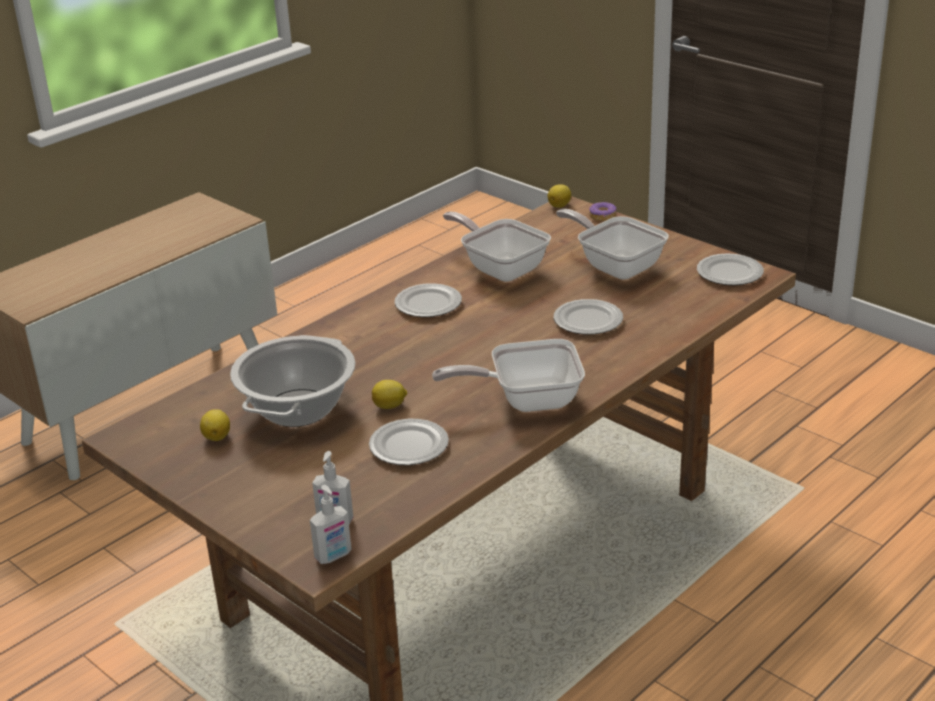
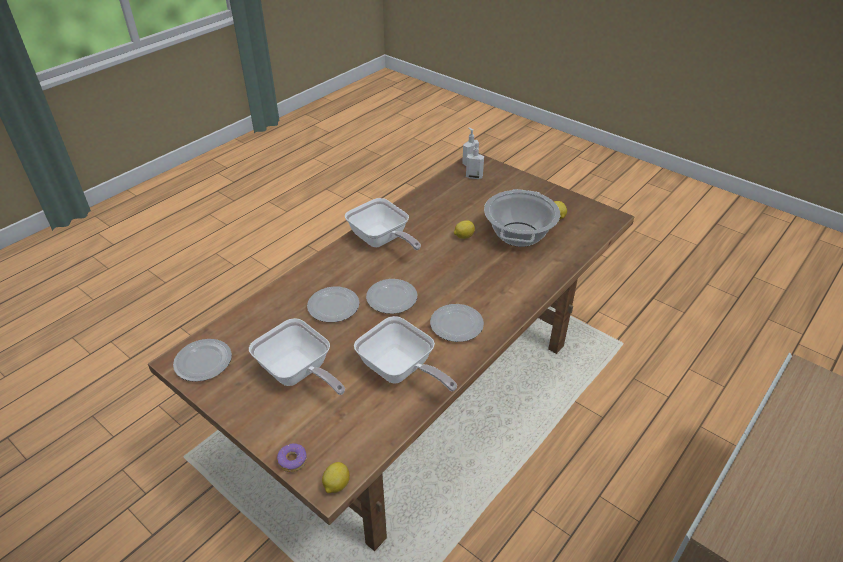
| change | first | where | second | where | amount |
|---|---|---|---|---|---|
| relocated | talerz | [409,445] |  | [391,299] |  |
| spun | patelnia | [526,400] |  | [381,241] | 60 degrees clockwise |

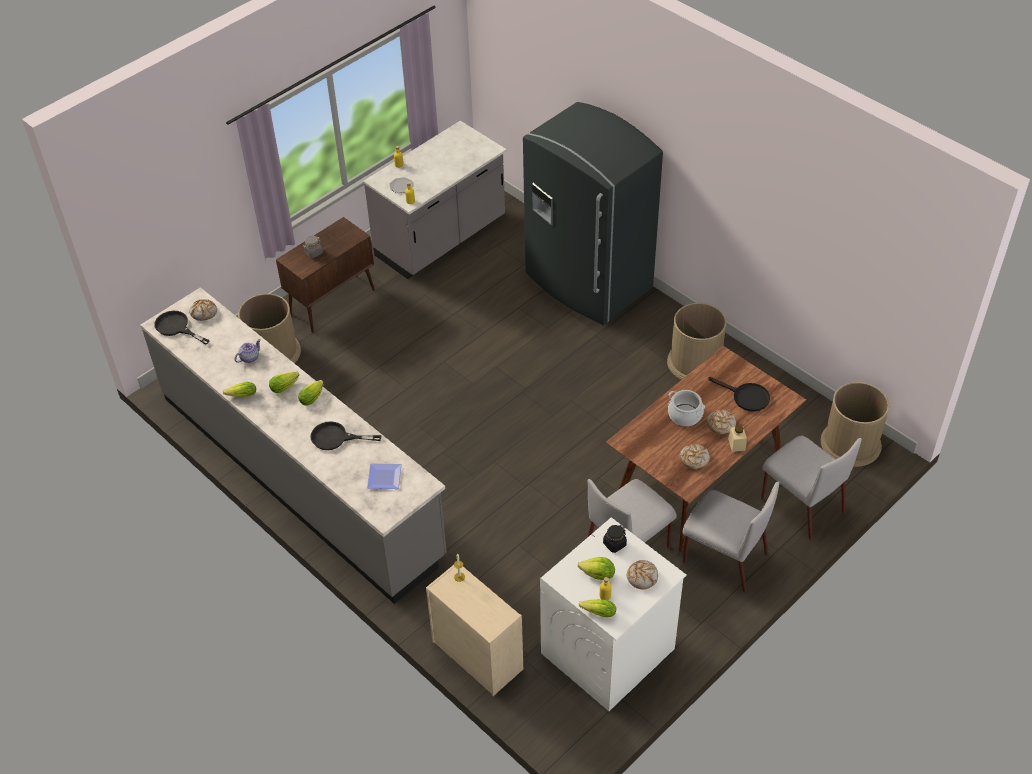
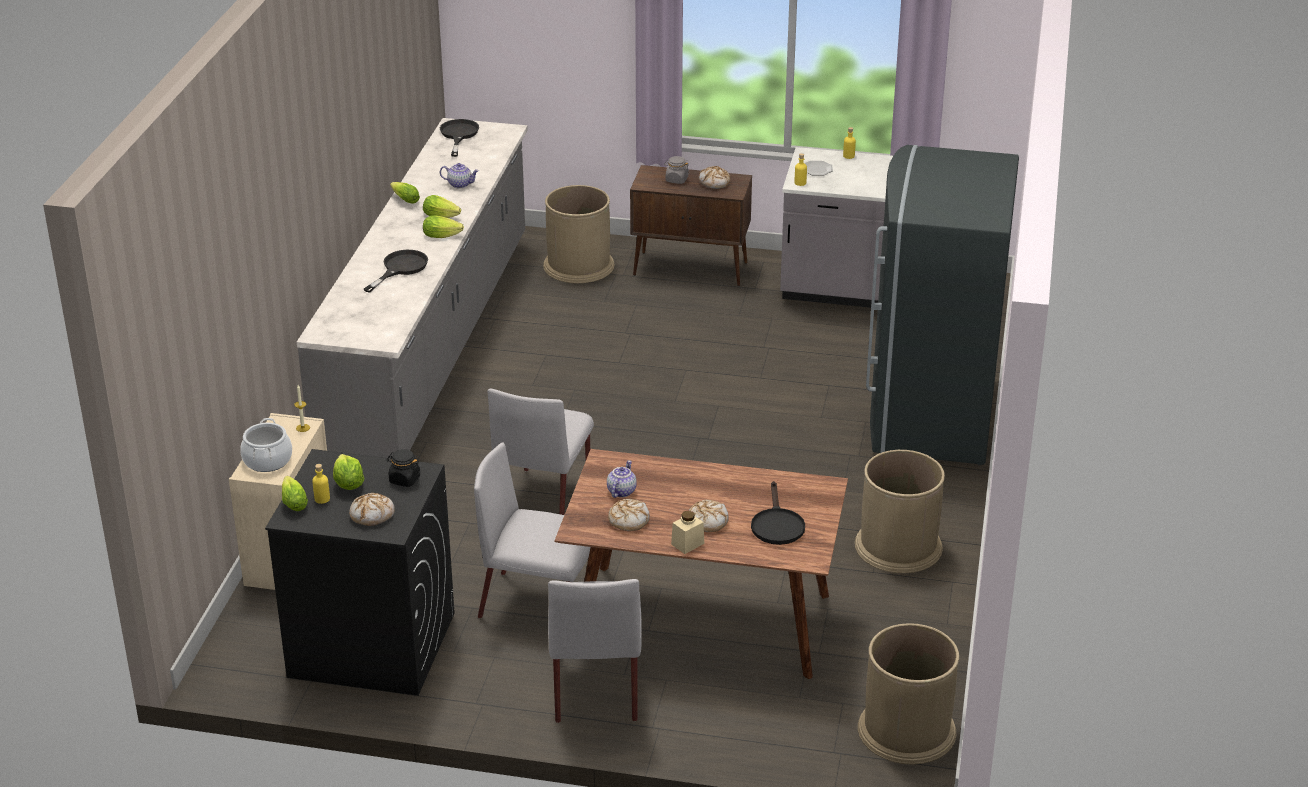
| change | first | where | second | where | amount |
|---|---|---|---|---|---|
| missing | talerz | [385,476] |  |  |  |
| appeared |  |  | imbryk | [621,491] |  |
| relocated | chleb | [204,312] |  | [714,182] |  |
| relocated | garnek | [685,415] |  | [268,460] |  |
| relocated | krzesło/szary | [801,504] |  | [543,499] |  |
| colour | pralka/biały | [607,652] | pralka/czarny | [371,644] |  |
| spun | patelnia/czarny | [336,438] |  | [400,268] | 60 degrees clockwise |

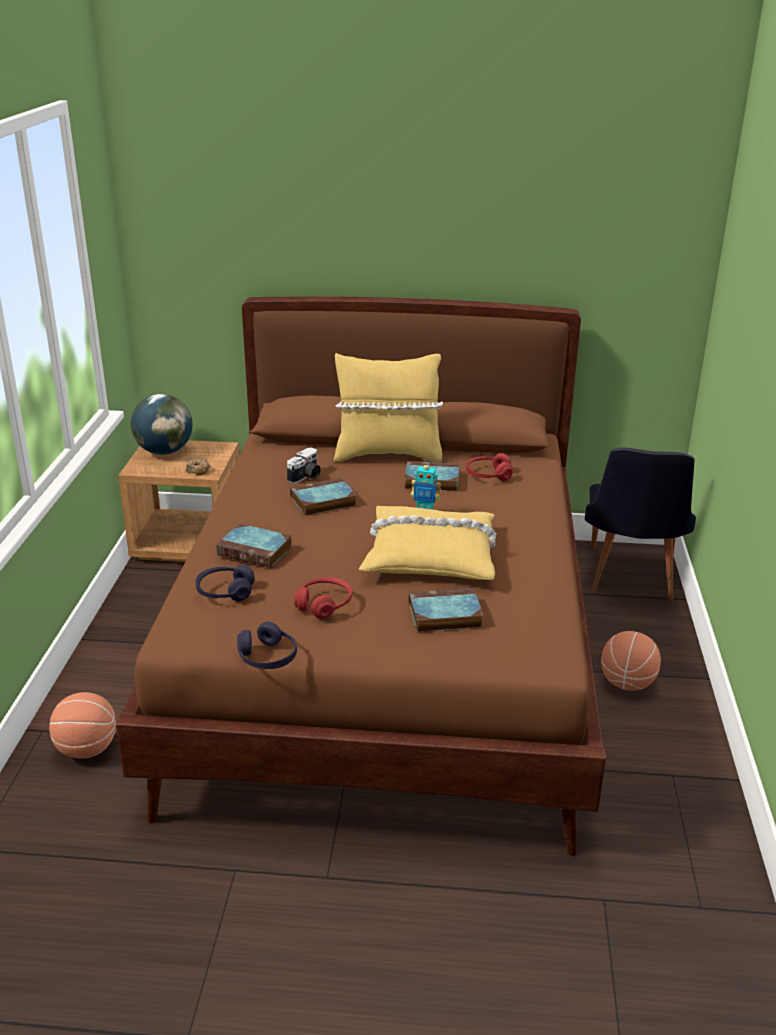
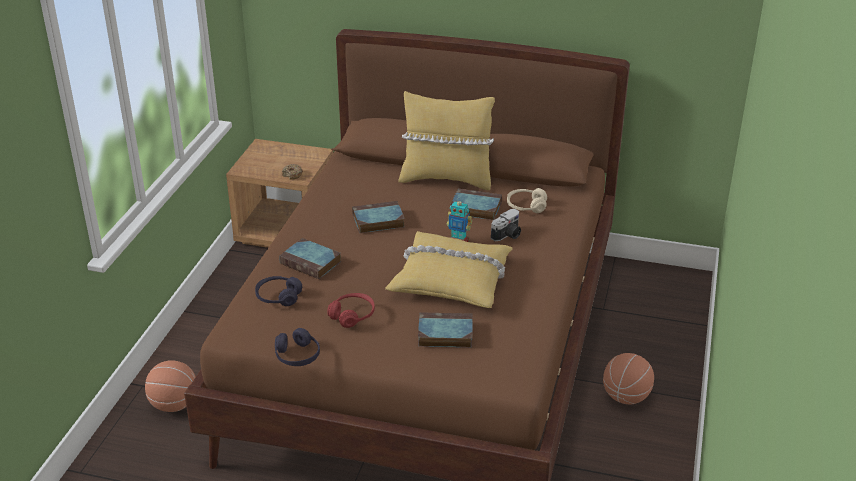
| change | first | where | second | where | amount |
|---|---|---|---|---|---|
| missing | globus | [164,451] |  |  |  |
| missing | krzesło/czarny | [629,579] |  |  |  |
| relocated | aparat fotograficzny | [306,477] |  | [508,235] |  |
| colour | słuchawki/czerwony | [488,475] | słuchawki/beżowy | [526,206] |  |

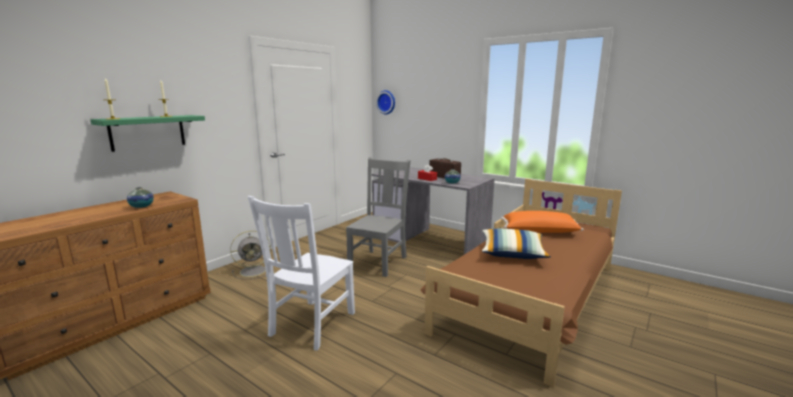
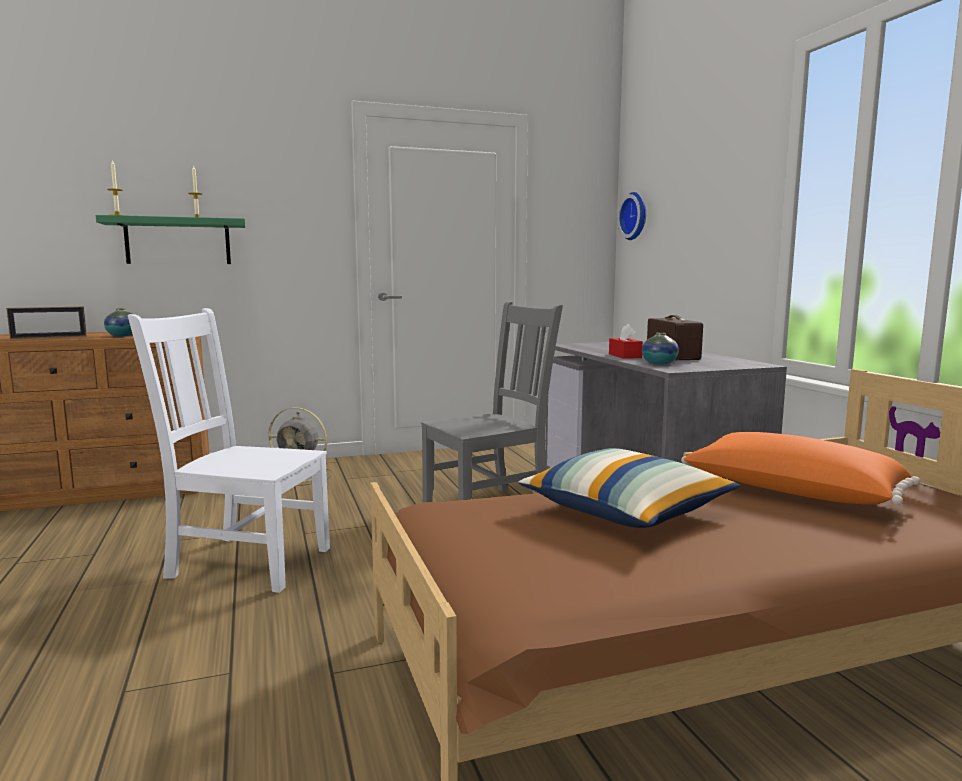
| change | first | where | second | where | amount |
|---|---|---|---|---|---|
| appeared |  |  | ramka na zdjęcie | [49,337] |  |
| spun | krzesło/biały | [311,325] |  | [245,561] | 45 degrees clockwise |

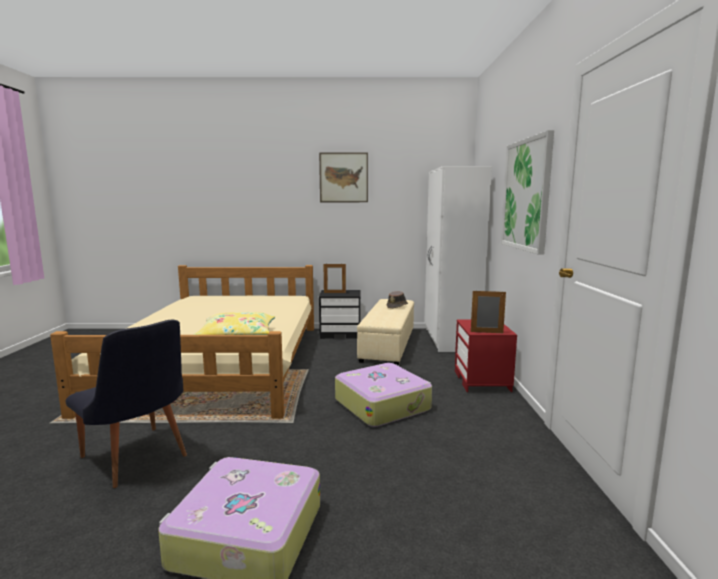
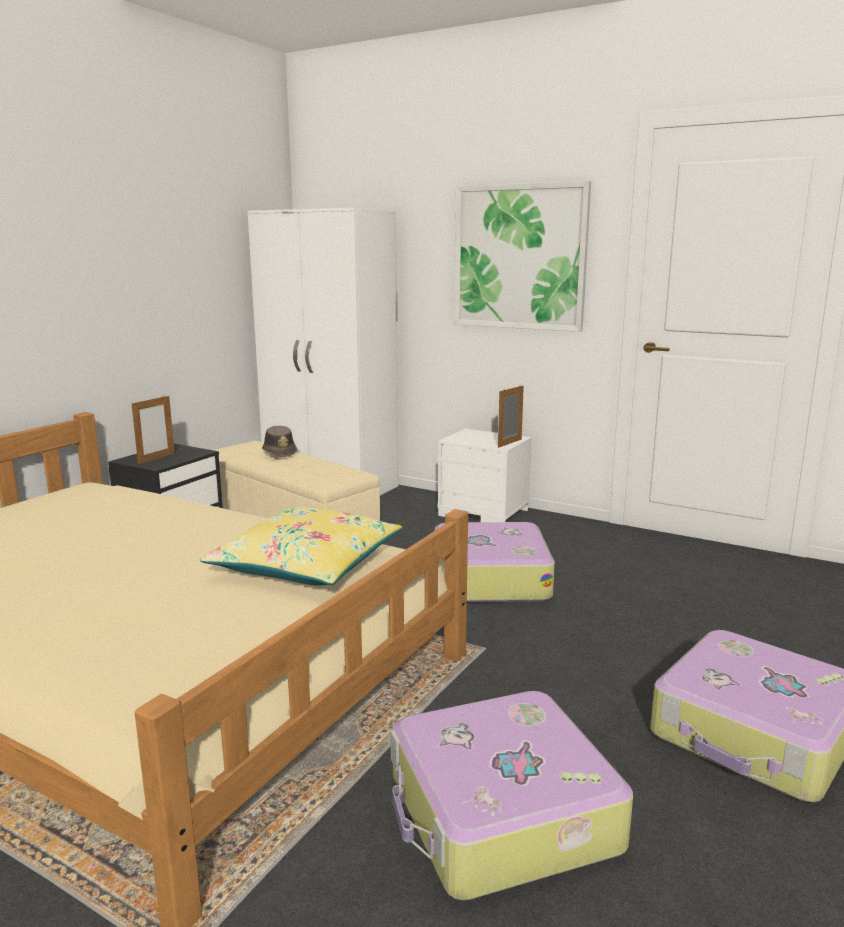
| change | first | where | second | where | amount |
|---|---|---|---|---|---|
| missing | obraz | [343,177] |  |  |  |
| exchanged | krzesło/czarny | [138,460] | walizka | [501,814] |  |
| colour | szafka nocna/czerwony | [483,381] | szafka nocna/biały | [485,512] |  |

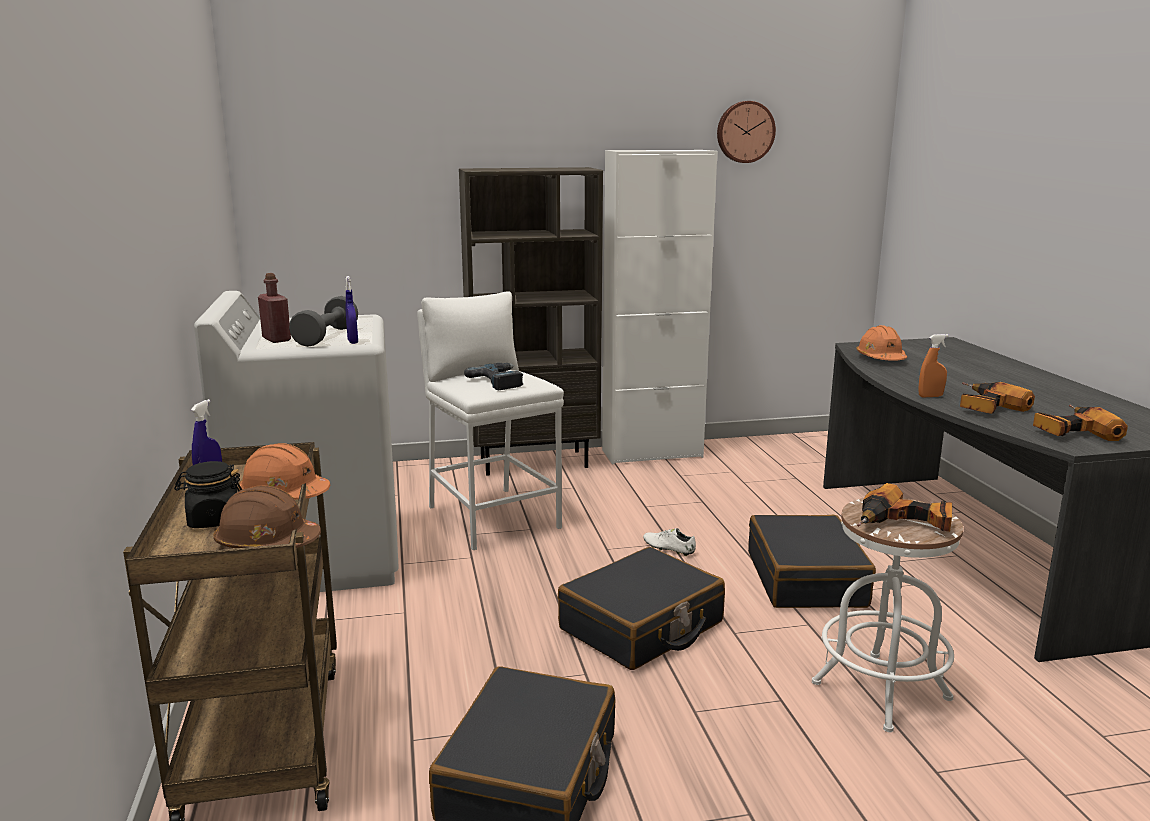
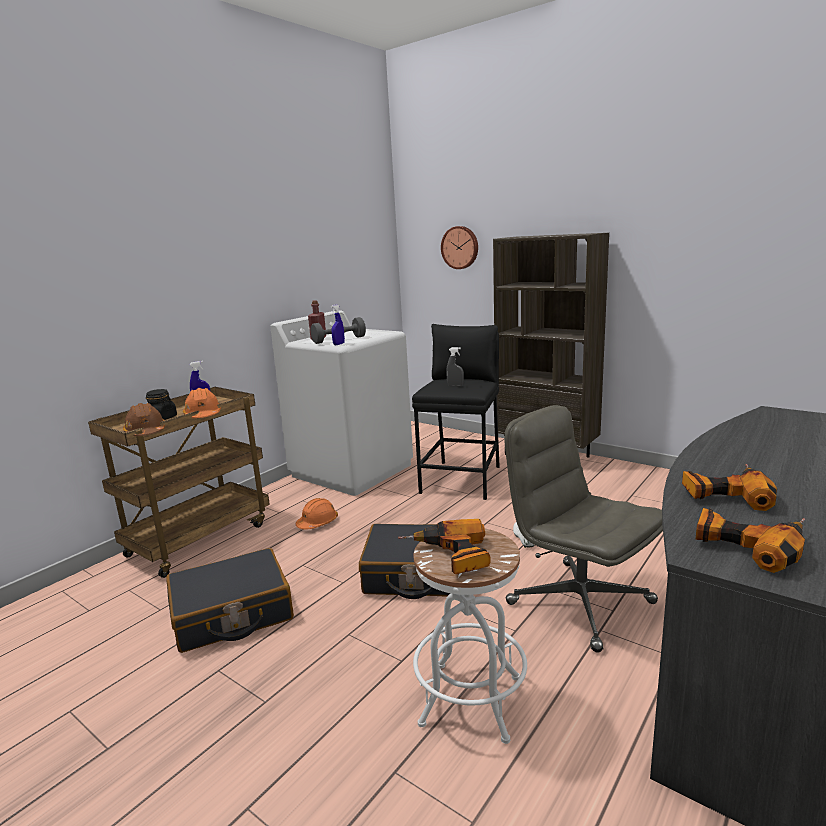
| change | first | where | second | where | amount |
|---|---|---|---|---|---|
| missing | szafka/biały | [652,453] |  |  |  |
| missing | spryskiwacz/pomarańczowy | [930,396] |  |  |  |
| relocated | zegar ścienny | [745,132] |  | [460,247] |  |
| relocated | kask/pomarańczowy | [880,358] |  | [318,523] |  |
| exchanged | wiertarka | [500,381] | spryskiwacz/szary | [455,386] |  |
| exchanged | walizka/czarny | [806,579] | krzesło biurowe/szary | [578,602] |  |
| colour | stołek/biały | [492,517] | stołek/czarny | [462,479] |  |

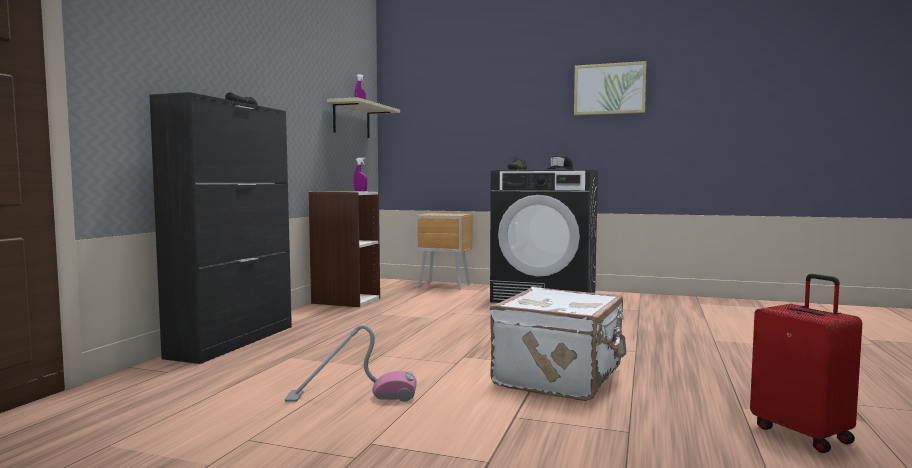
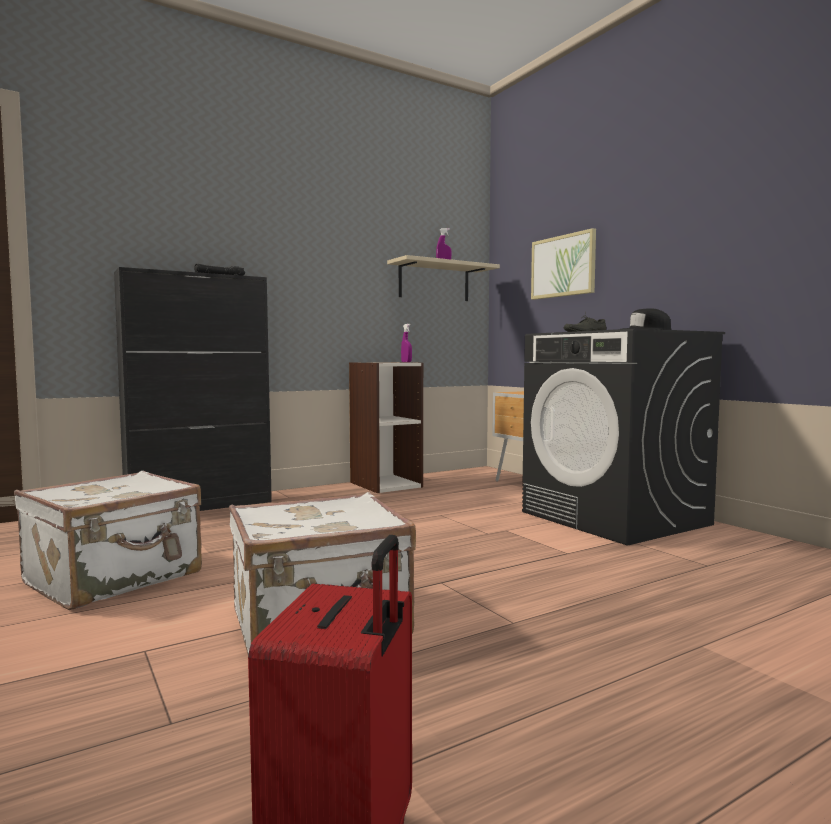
| change | first | where | second | where | amount |
|---|---|---|---|---|---|
| relocated | obraz | [609,89] |  | [563,266] |  |
| exchanged | odkurzacz | [352,396] | walizka/biały | [116,579] |  |

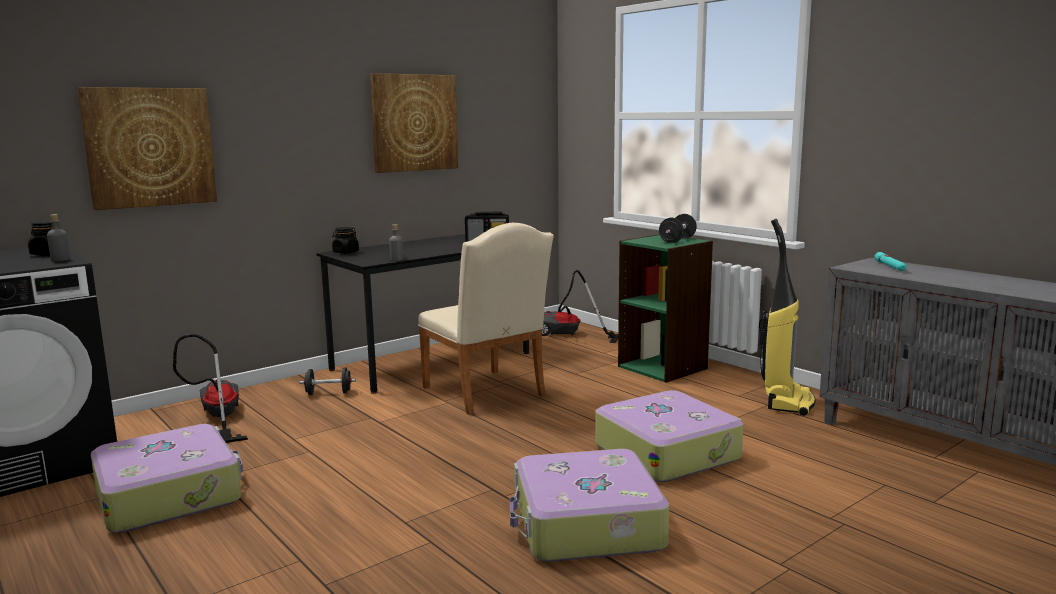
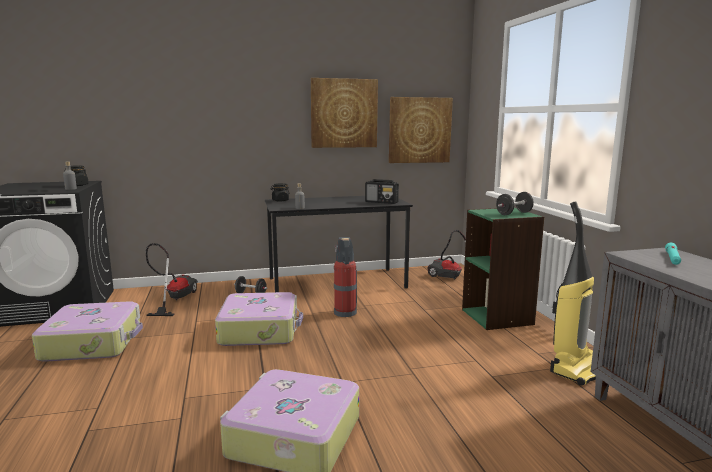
| change | first | where | second | where | amount |
|---|---|---|---|---|---|
| relocated | obraz | [150,147] |  | [419,130] |  |
| relocated | walizka | [667,452] |  | [260,330] |  |
| exchanged | krzesło/beżowy | [487,394] | gaśnica | [345,313] |  |

